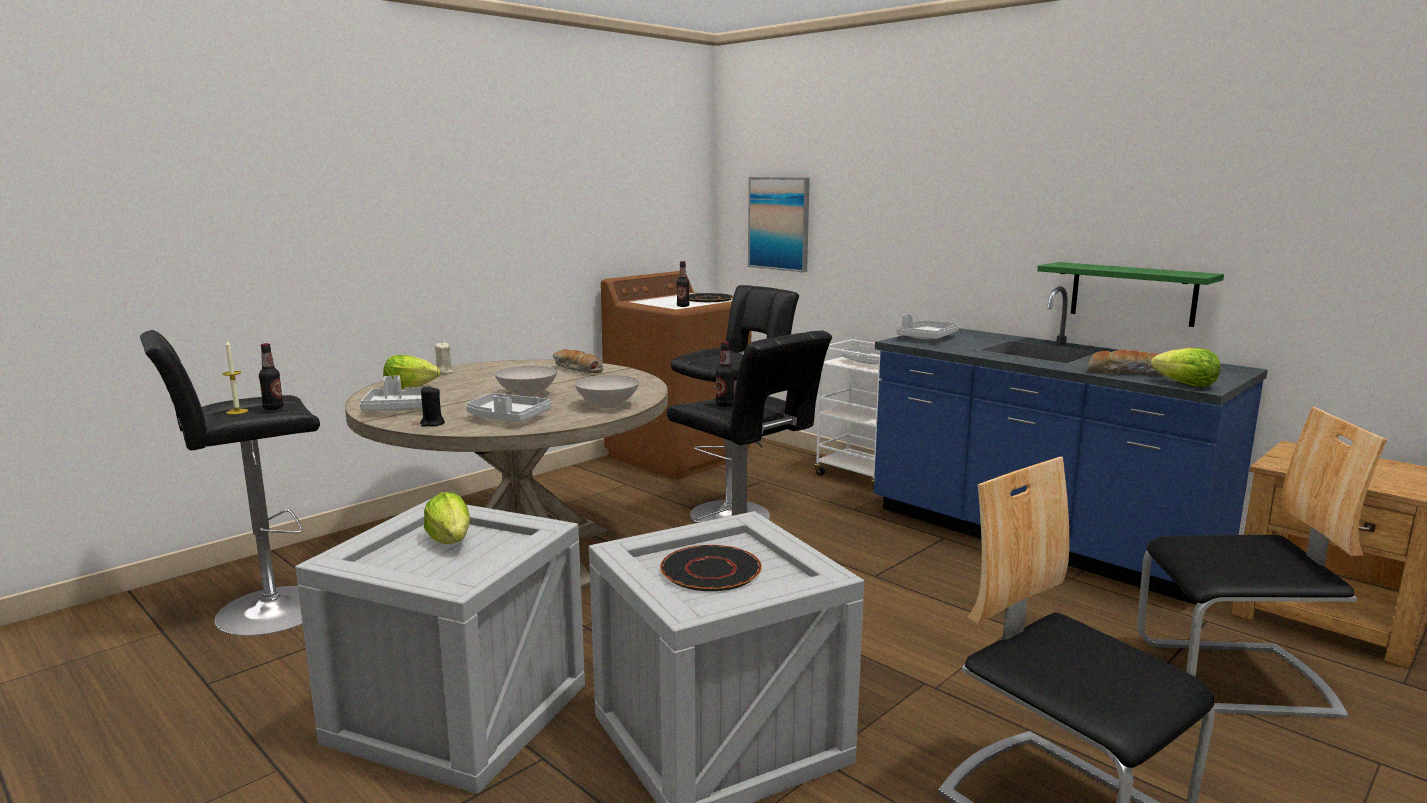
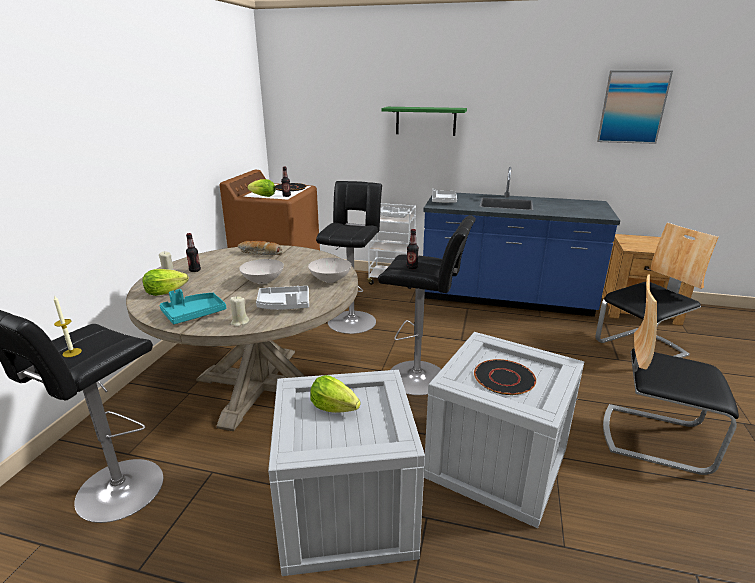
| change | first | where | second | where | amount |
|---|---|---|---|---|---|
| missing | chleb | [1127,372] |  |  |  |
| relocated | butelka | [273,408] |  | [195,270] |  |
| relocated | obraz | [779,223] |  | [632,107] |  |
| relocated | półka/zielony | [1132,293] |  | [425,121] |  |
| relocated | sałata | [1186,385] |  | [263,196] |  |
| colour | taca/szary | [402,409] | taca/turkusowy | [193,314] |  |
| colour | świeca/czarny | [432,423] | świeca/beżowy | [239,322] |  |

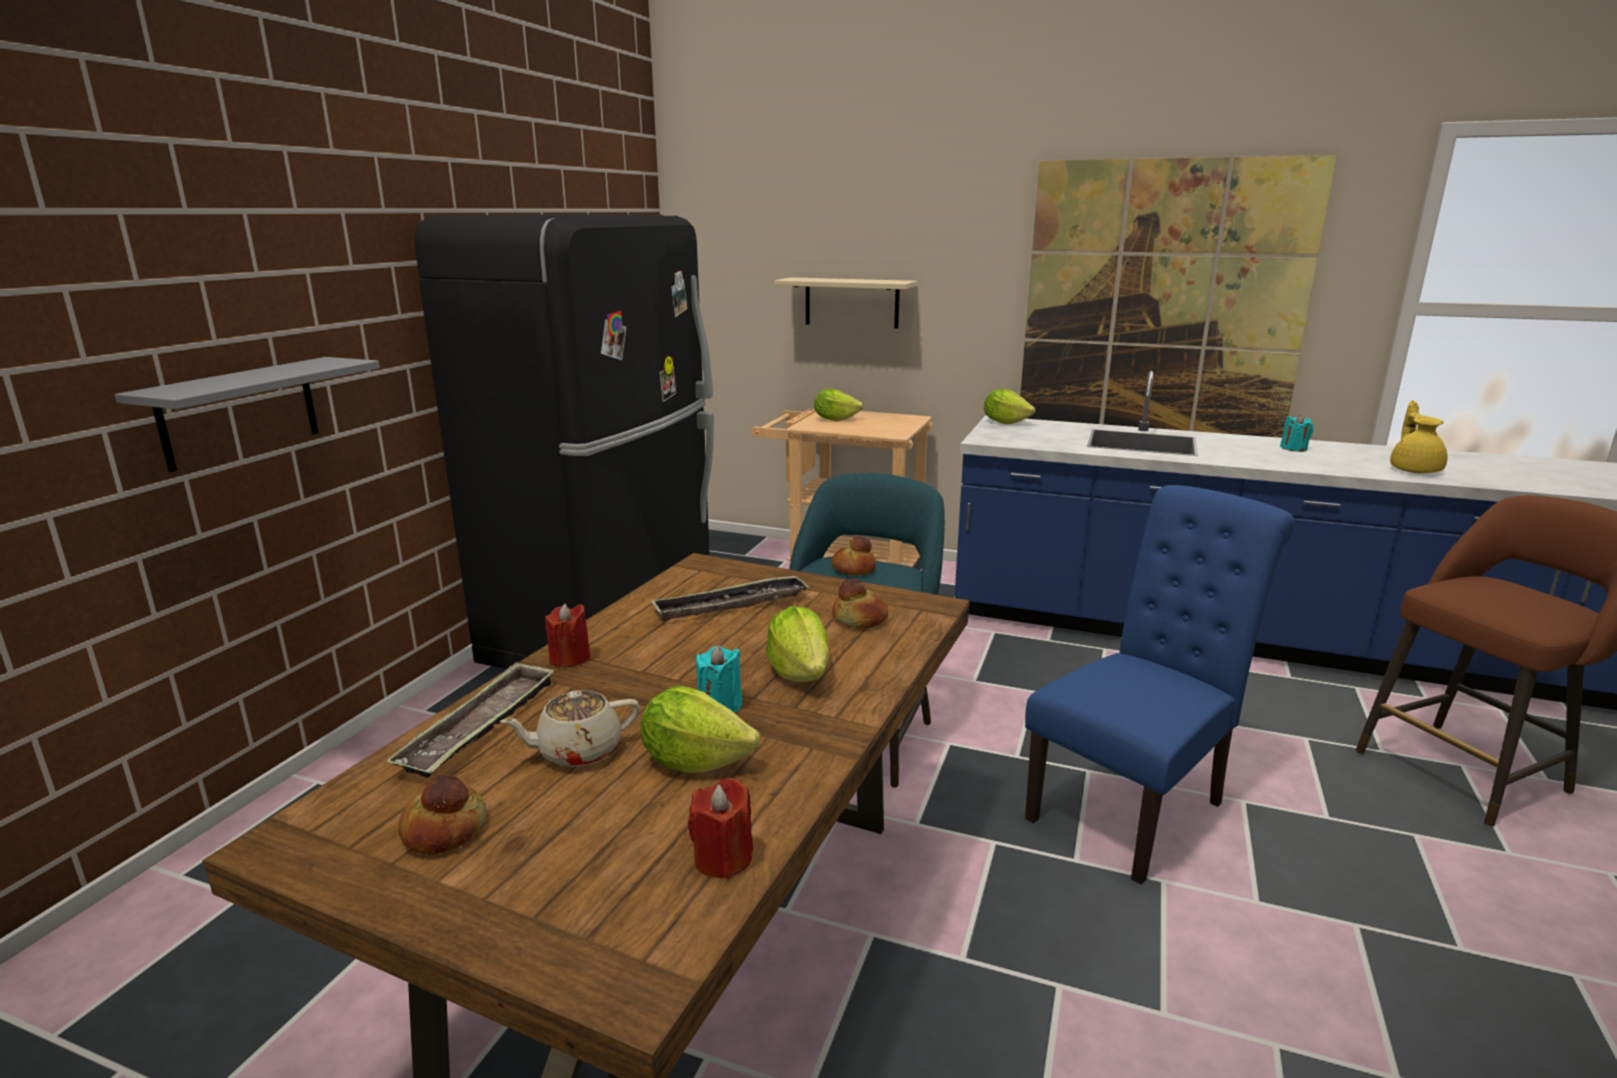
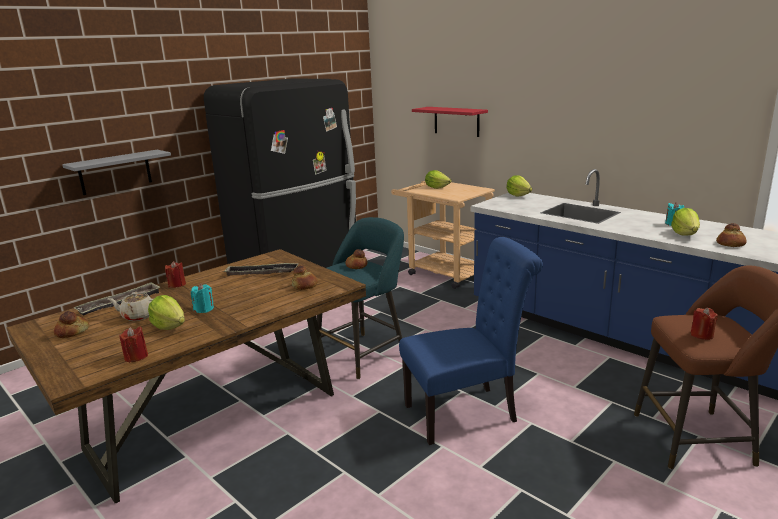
| change | first | where | second | where | amount |
|---|---|---|---|---|---|
| missing | obraz | [1162,300] |  |  |  |
| appeared |  |  | świeca/czerwony | [702,335] |  |
| relocated | sałata | [800,673] |  | [685,234] |  |
| exchanged | imbryk/żółty | [1414,470] | chleb | [731,244] |  |
| colour | półka/beżowy | [851,302] | półka/czerwony | [456,121] |  |

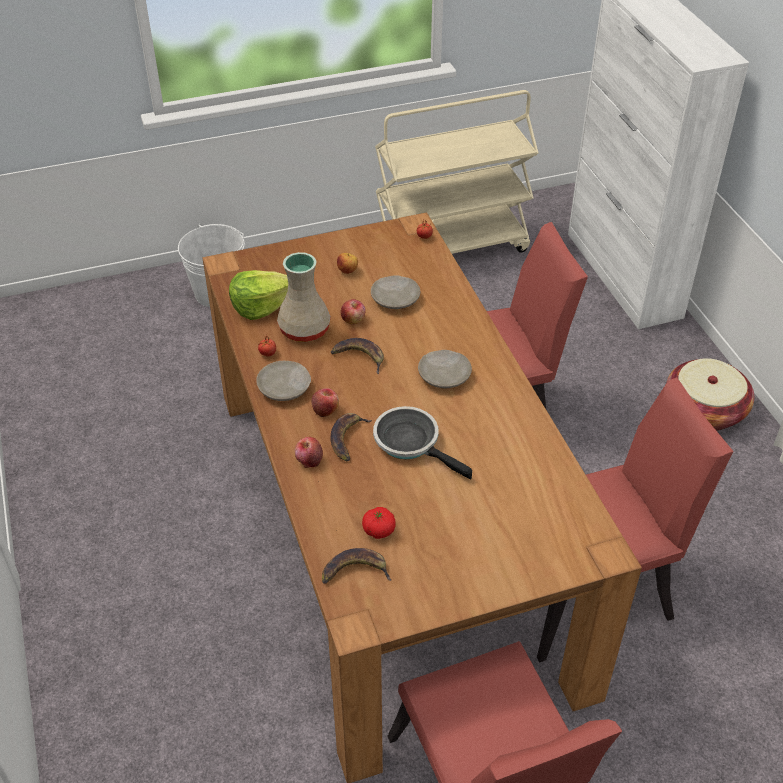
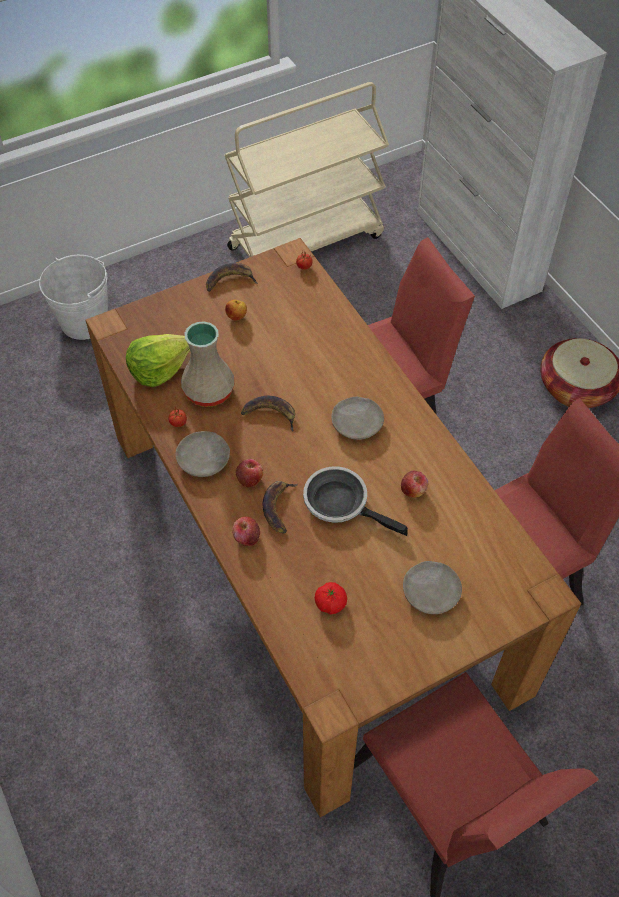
| change | first | where | second | where | amount |
|---|---|---|---|---|---|
| relocated | banan | [355,570] |  | [230,280] |  |
| relocated | jabłko | [353,320] |  | [413,490] |  |
| relocated | talerz/beżowy | [395,298] |  | [431,592] |  |

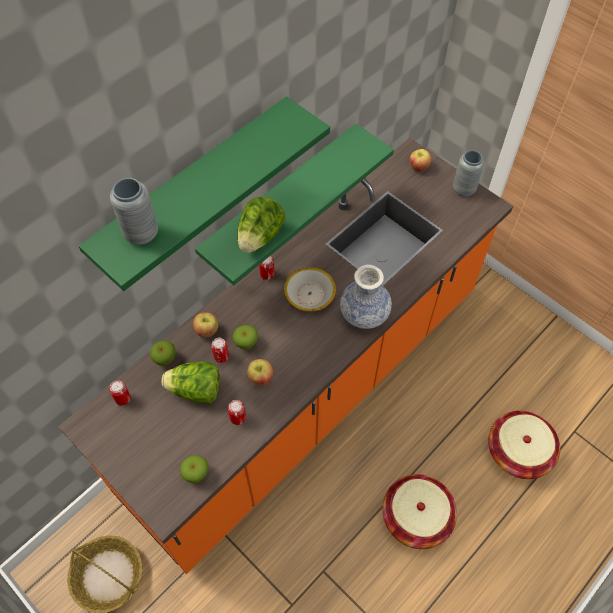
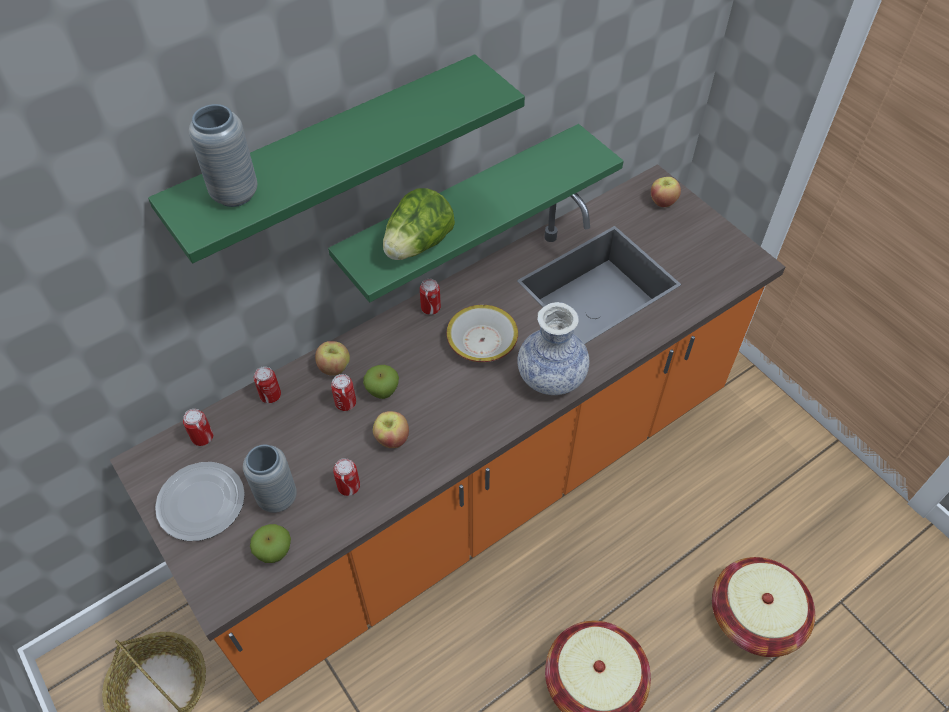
| change | first | where | second | where | amount |
|---|---|---|---|---|---|
| missing | sałata | [195,390] |  |  |  |
| appeared |  |  | talerz | [202,502] |  |
| relocated | wazon/szary | [464,189] |  | [277,498] |  |
| exchanged | jabłko | [165,359] | puszka | [270,395] |  |

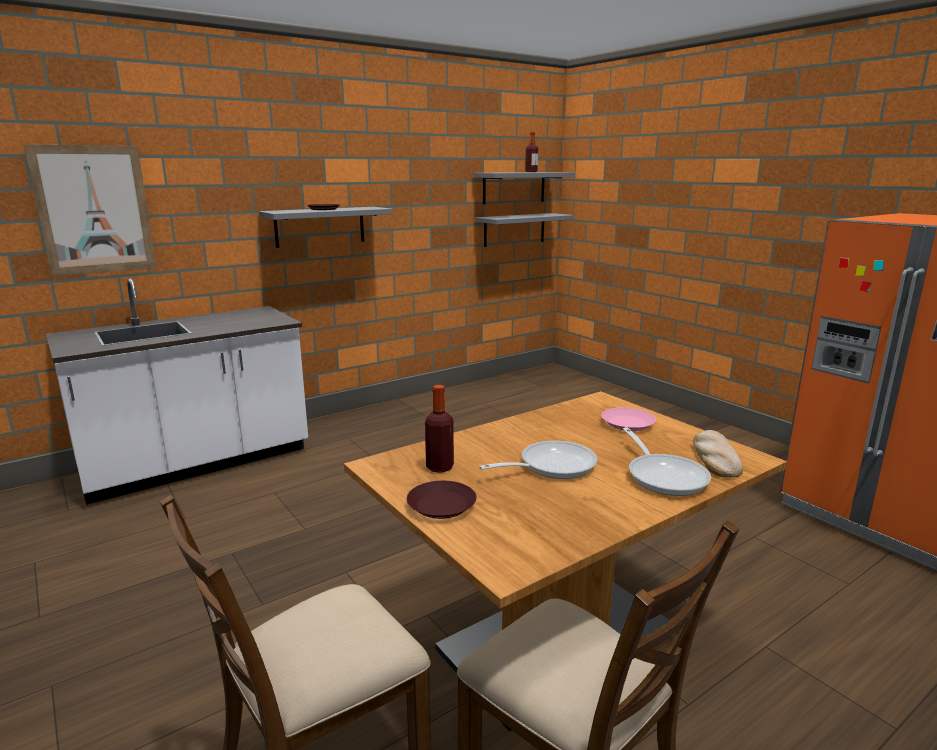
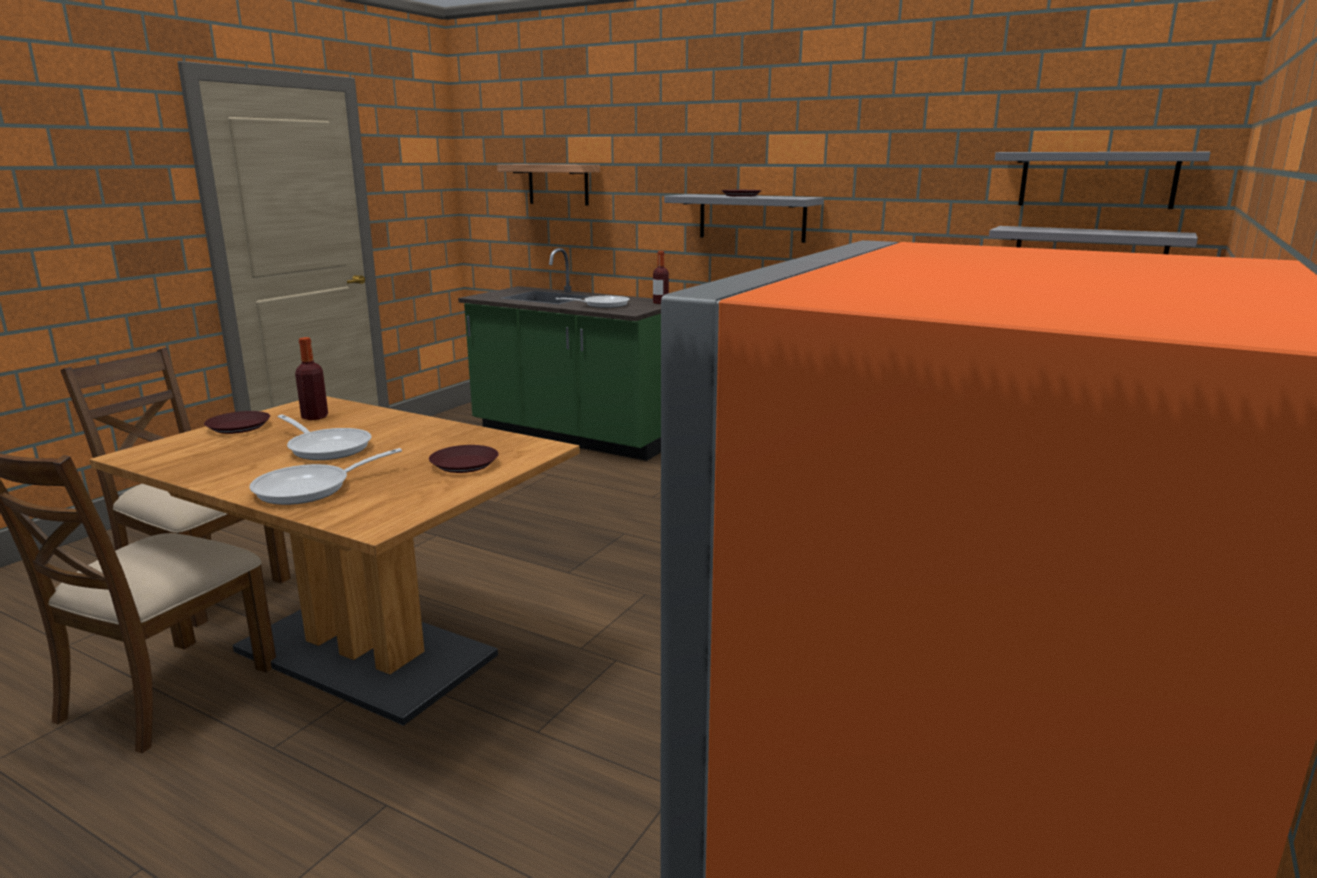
| change | first | where | second | where | amount |
|---|---|---|---|---|---|
| missing | chleb | [715,458] |  |  |  |
| appeared |  |  | patelnia | [602,305] |  |
| relocated | butelka | [531,172] |  | [660,303] |  |
| exchanged | obraz | [94,210] | półka | [558,184] |  |
| colour | zabudowa kuchenna/biały | [198,464] | zabudowa kuchenna/zielony | [575,436] |  |
| colour | talerz/różowy | [628,424] | talerz/brązowy | [463,464] |  |

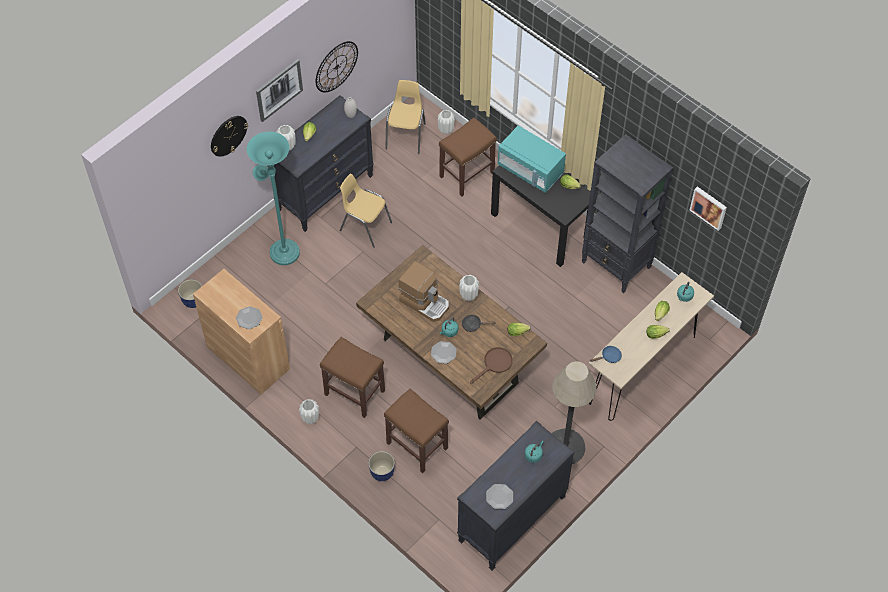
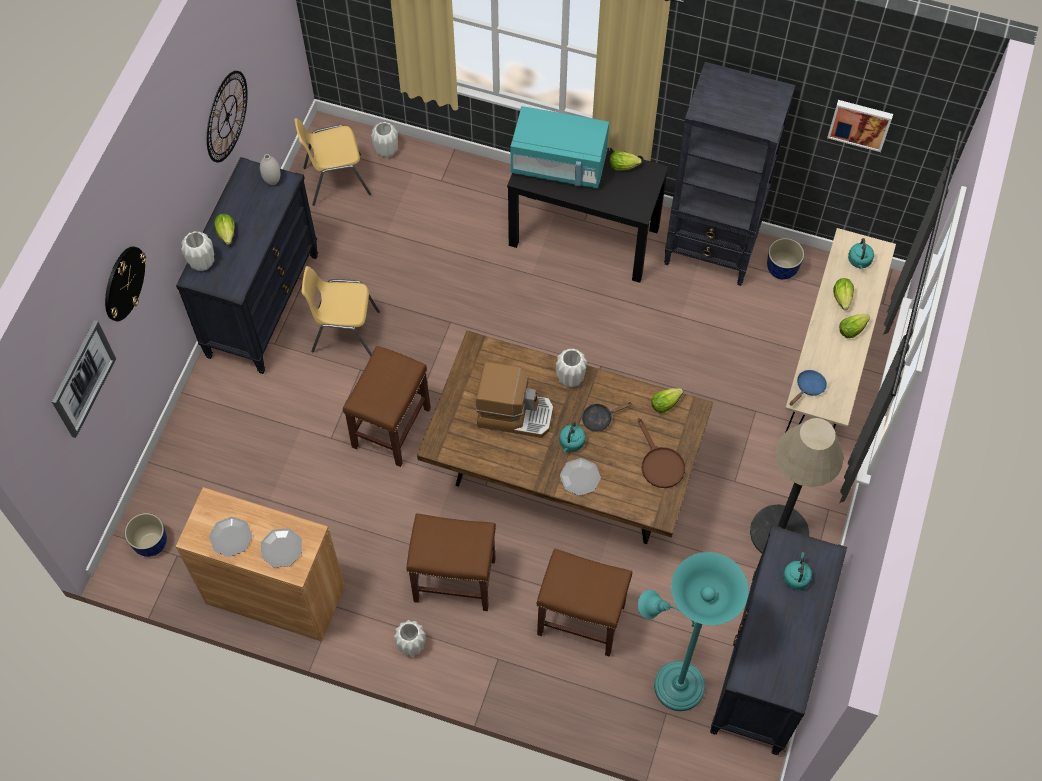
| change | first | where | second | where | amount |
|---|---|---|---|---|---|
| relocated | lampa stojąca/turkusowy | [282,249] |  | [673,682] |  |
| relocated | obraz | [279,90] |  | [82,378] |  |
| relocated | donica | [382,472] |  | [781,269] |  |
| relocated | stołek/brązowy | [467,174] |  | [391,426] |  |
| relocated | talerz | [499,497] |  | [231,537] |  |
| spun | krzesło/żółty | [406,136] |  | [336,180] | 90 degrees counterclockwise |
| spun | patelnia/brązowy | [495,364] |  | [659,463] | 135 degrees clockwise |

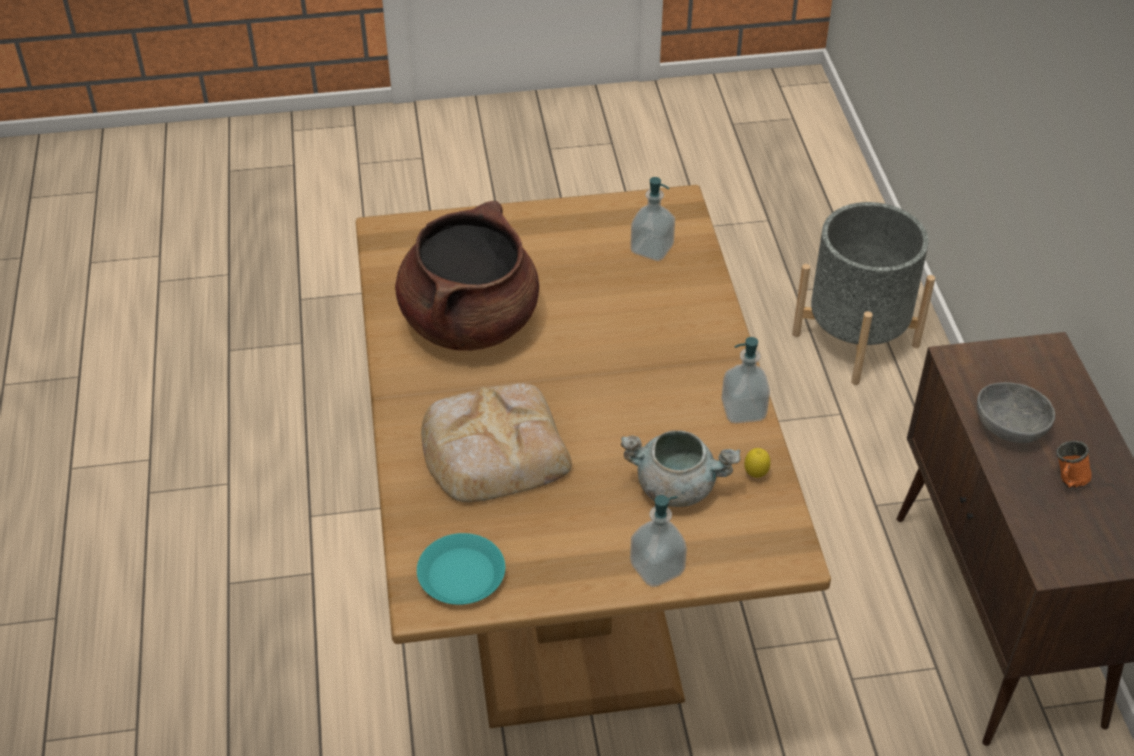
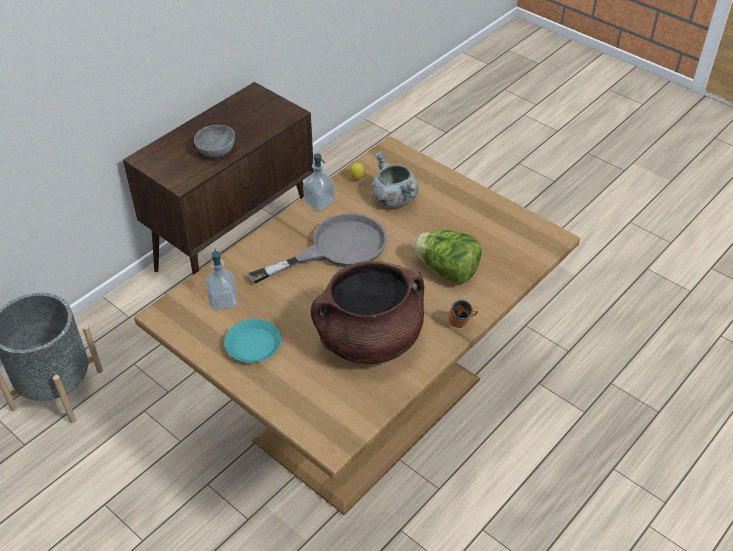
| change | first | where | second | where | amount |
|---|---|---|---|---|---|
| missing | dozownik mydła | [657,568] |  |  |  |
| appeared |  |  | patelnia/szary | [336,249] |  |
| relocated | talerz/turkusowy | [461,574] |  | [253,345] |  |
| relocated | kubek/pomarańczowy | [1067,481] |  | [462,324] |  |
| exchanged | chleb | [492,449] | sałata | [447,271] |  |

